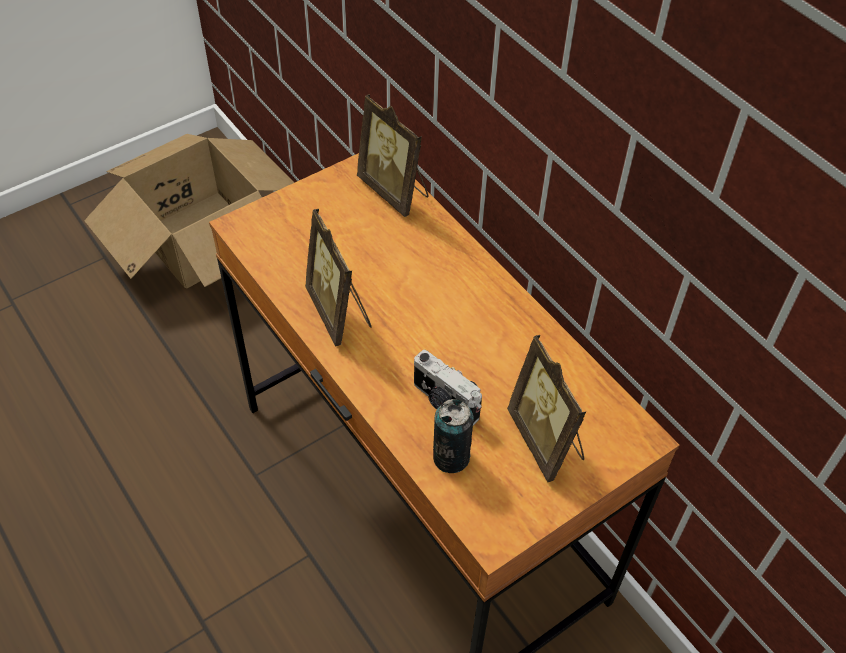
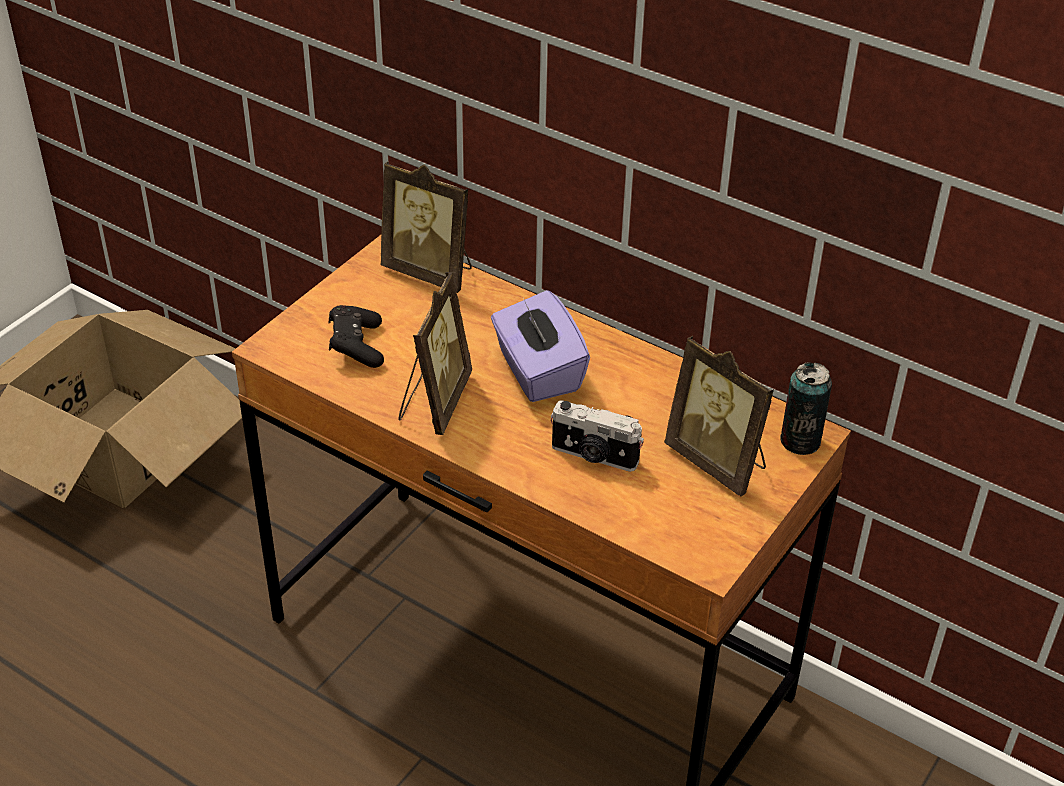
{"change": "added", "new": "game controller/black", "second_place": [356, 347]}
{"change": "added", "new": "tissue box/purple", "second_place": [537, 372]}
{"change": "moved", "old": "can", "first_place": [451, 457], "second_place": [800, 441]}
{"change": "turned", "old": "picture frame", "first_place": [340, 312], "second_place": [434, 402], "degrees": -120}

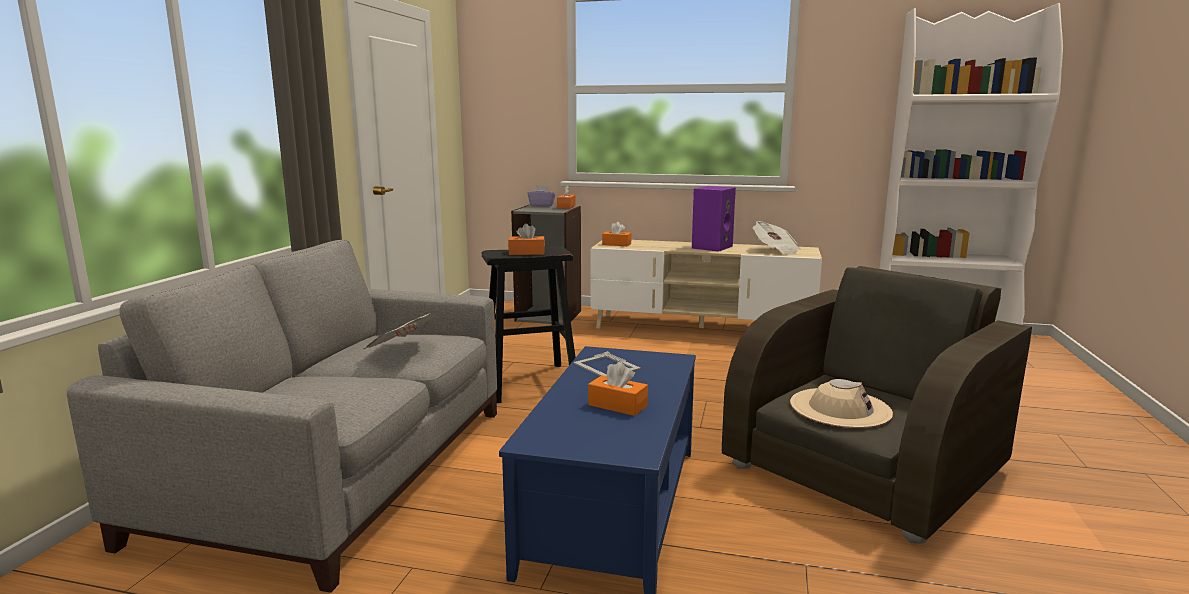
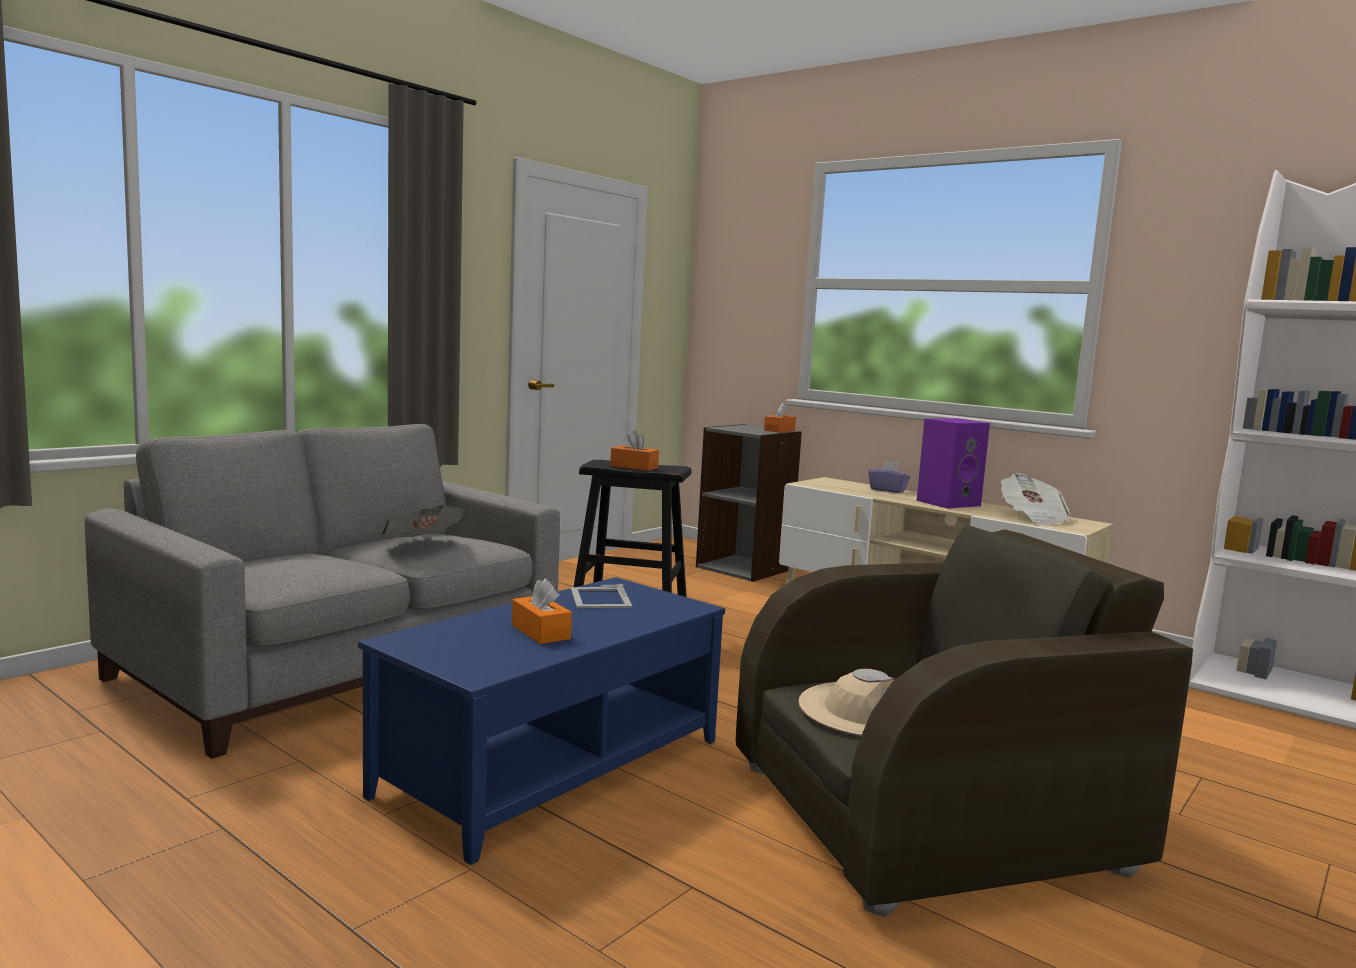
{"change": "removed", "old": "tissue box/orange", "first_place": [616, 244]}
{"change": "moved", "old": "tissue box/purple", "first_place": [541, 205], "second_place": [888, 490]}

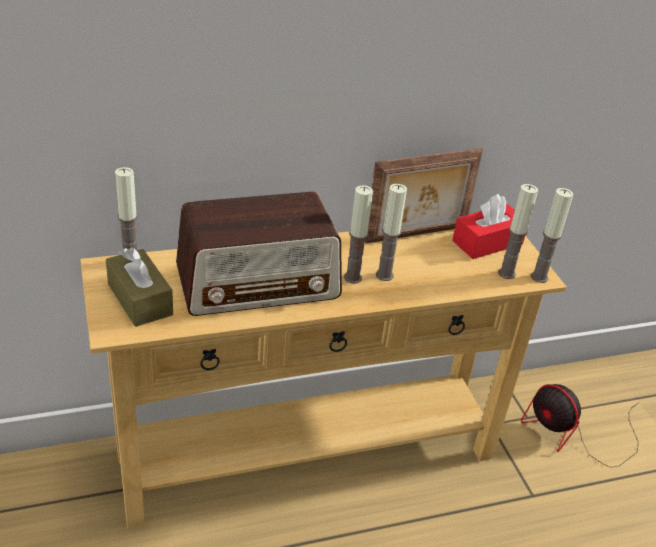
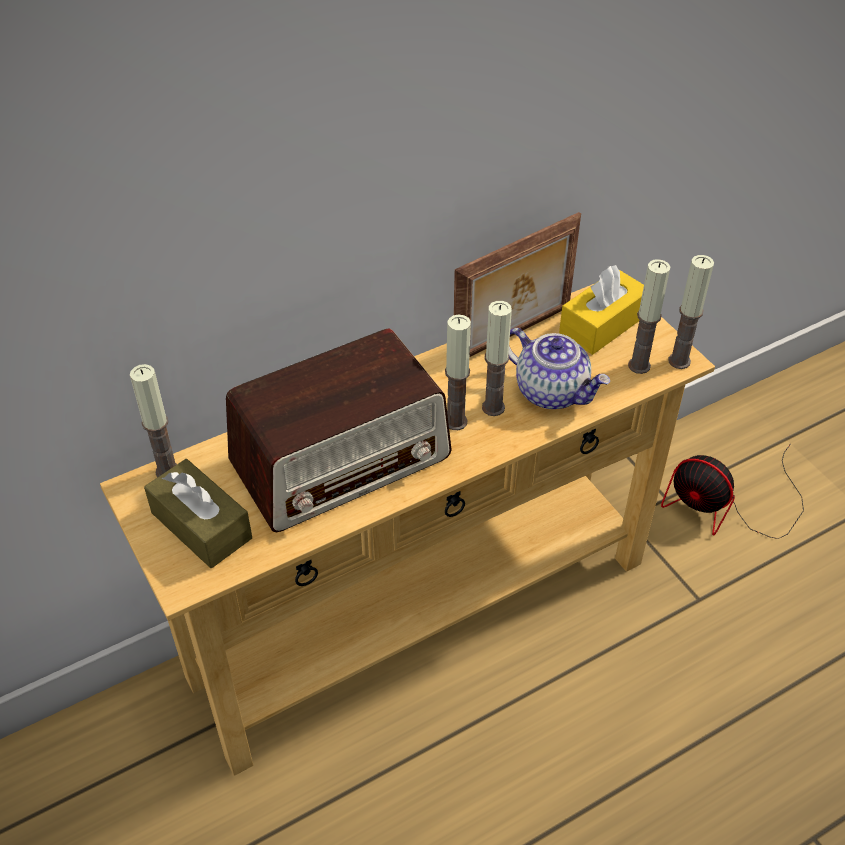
{"change": "added", "new": "teapot", "second_place": [552, 391]}
{"change": "recoloured", "old": "tissue box/red", "new": "tissue box/yellow", "first_place": [487, 242], "second_place": [602, 324]}

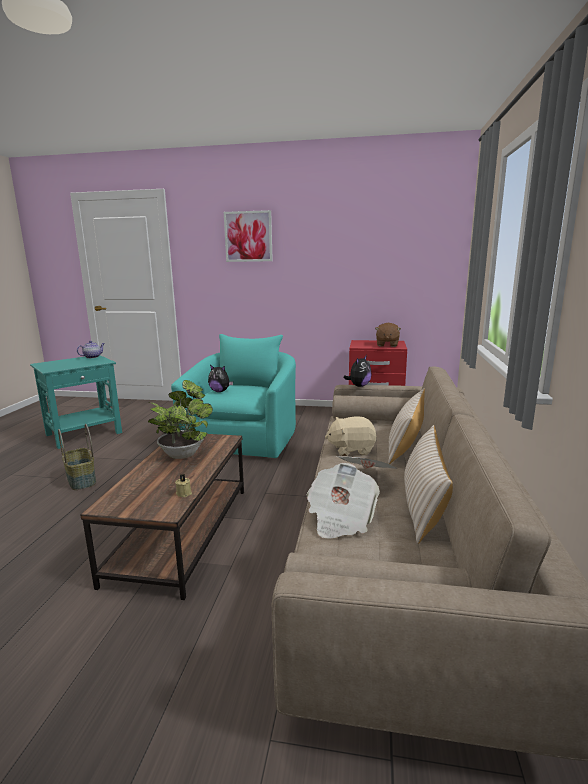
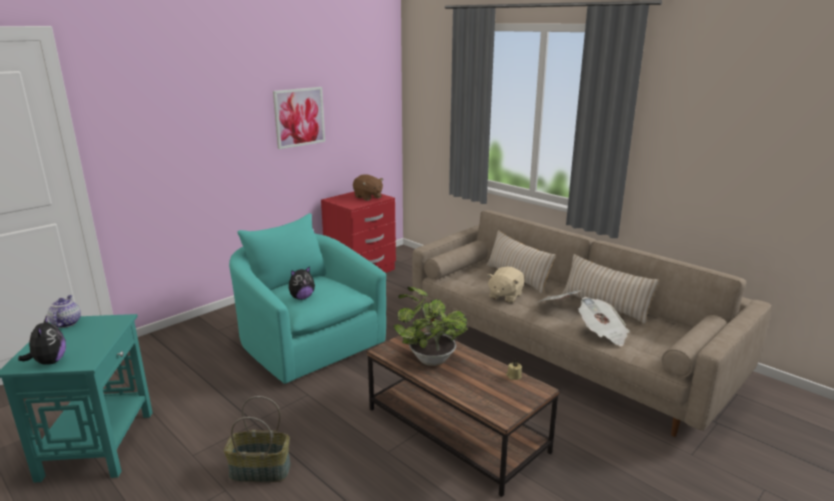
{"change": "moved", "old": "picture", "first_place": [248, 236], "second_place": [299, 117]}
{"change": "moved", "old": "plush toy", "first_place": [359, 386], "second_place": [49, 362]}

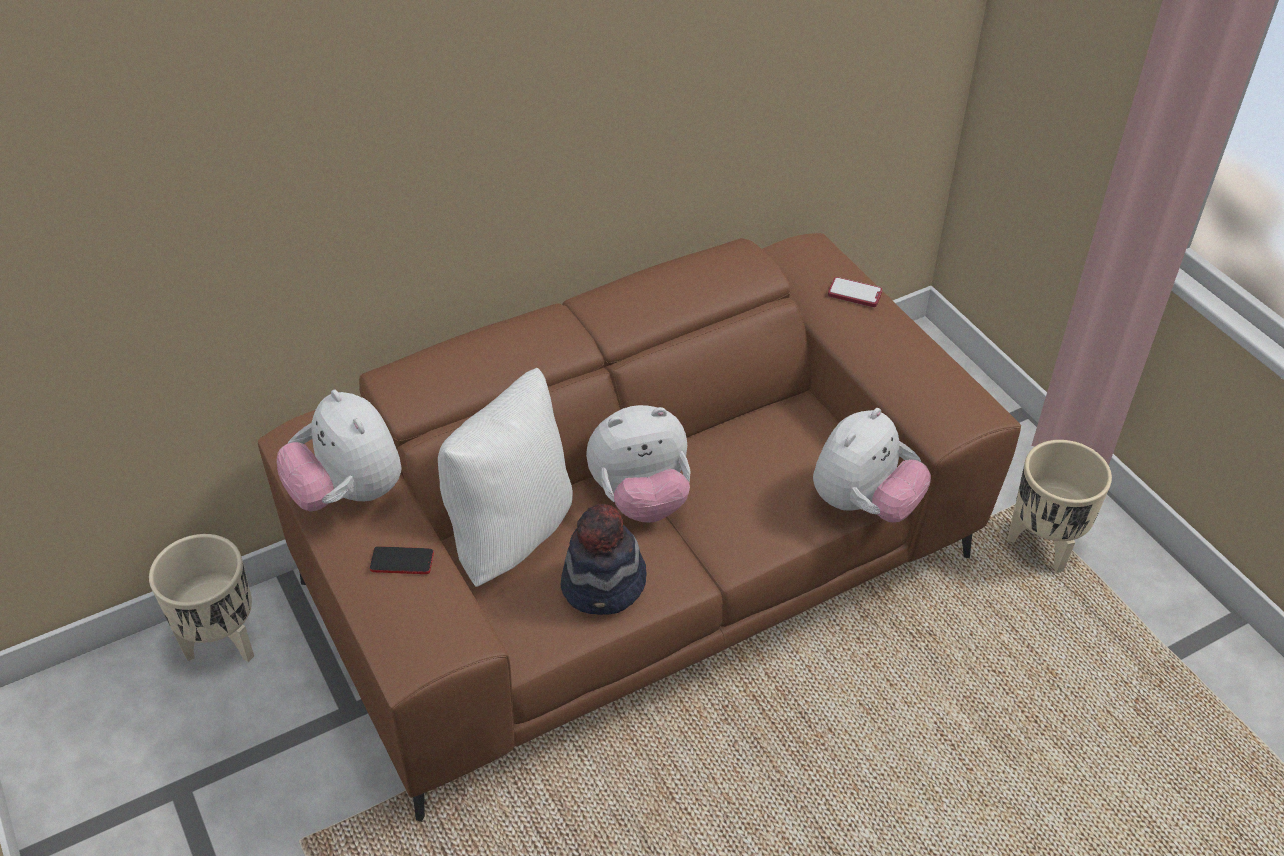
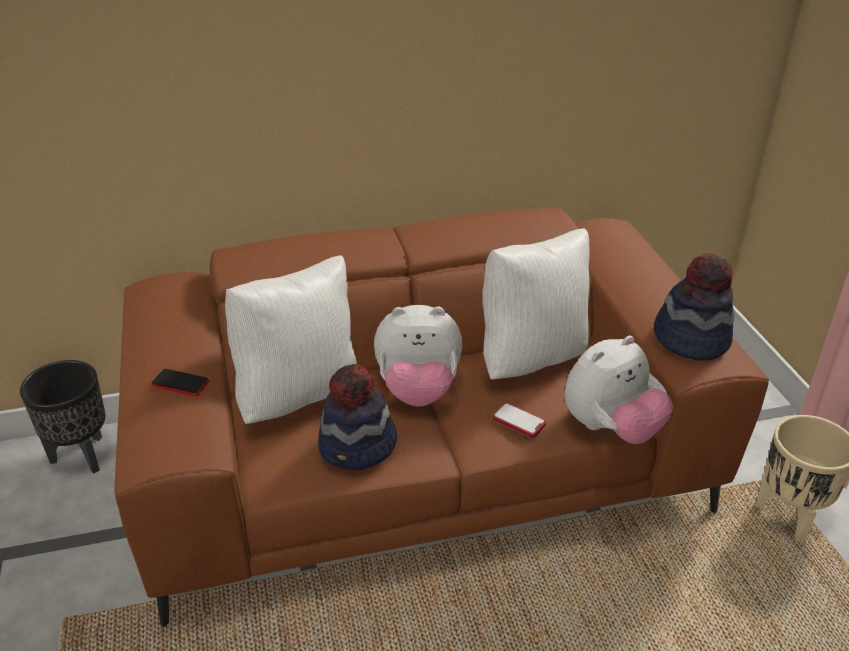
{"change": "removed", "old": "plush toy", "first_place": [348, 493]}
{"change": "added", "new": "pillow/white", "second_place": [532, 358]}
{"change": "added", "new": "hat", "second_place": [691, 339]}
{"change": "moved", "old": "phone", "first_place": [854, 293], "second_place": [518, 421]}
{"change": "recoloured", "old": "planter/beige", "new": "planter/black", "first_place": [223, 642], "second_place": [83, 456]}

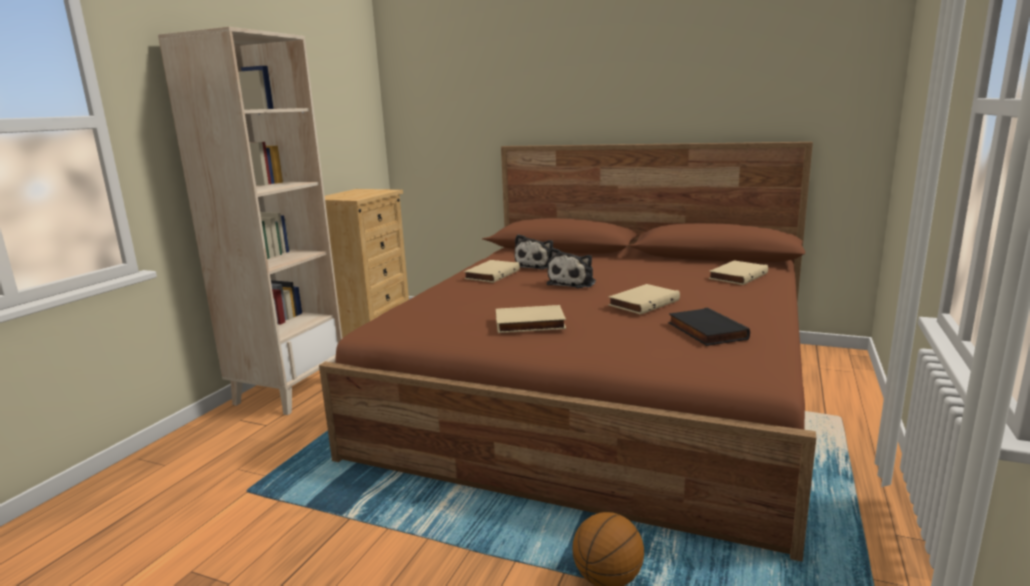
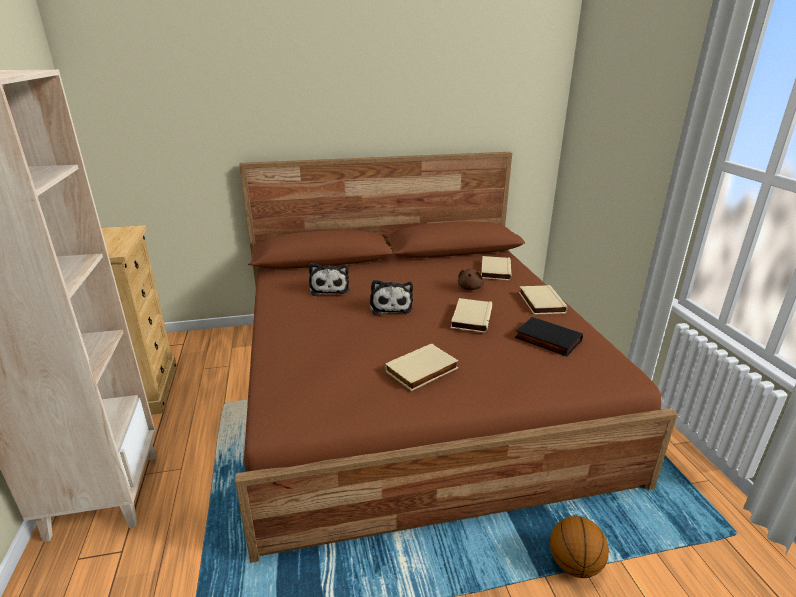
{"change": "added", "new": "plush toy/brown", "second_place": [470, 288]}
{"change": "moved", "old": "book/beige", "first_place": [491, 274], "second_place": [540, 302]}

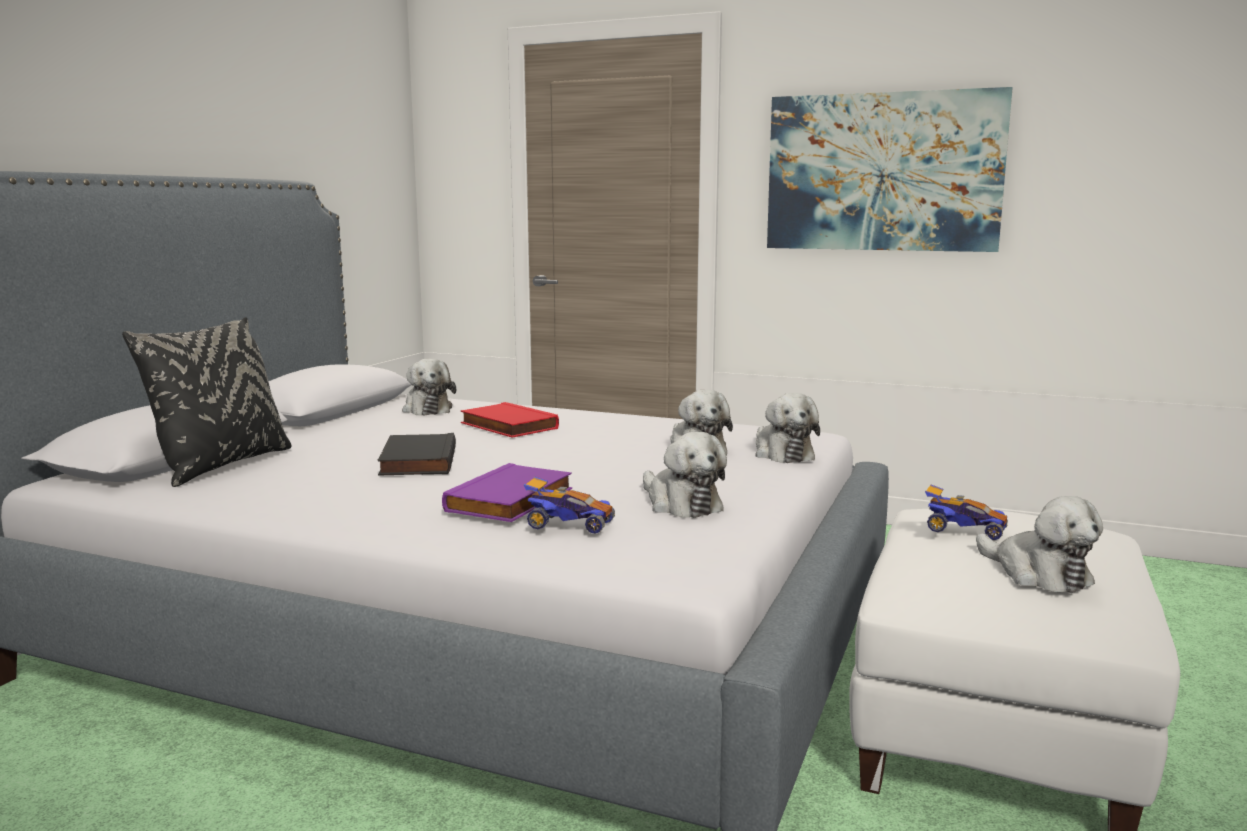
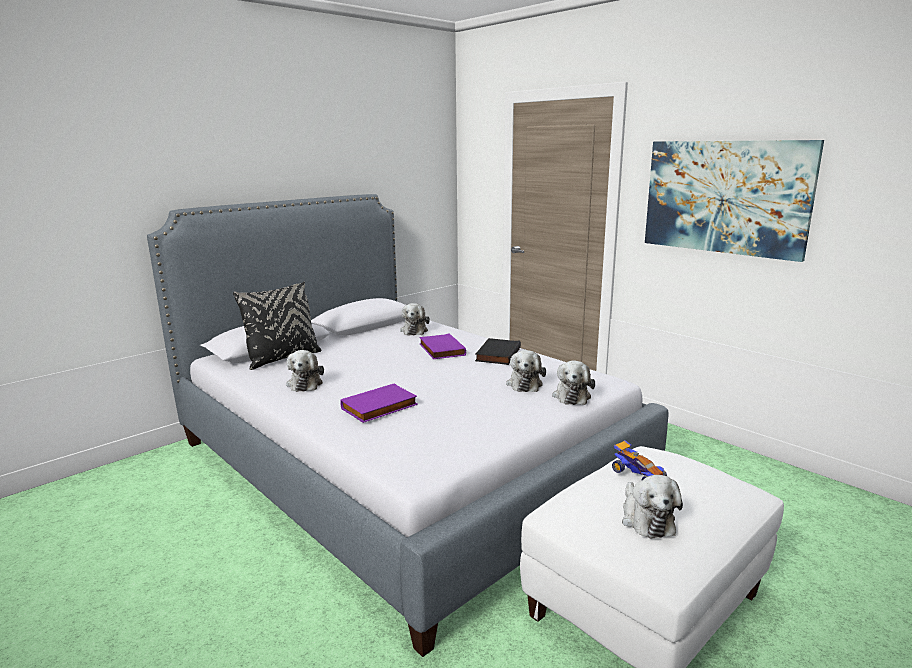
{"change": "removed", "old": "toy car", "first_place": [568, 524]}
{"change": "moved", "old": "book/black", "first_place": [416, 461], "second_place": [497, 354]}
{"change": "moved", "old": "plush toy", "first_place": [681, 504], "second_place": [305, 383]}
{"change": "recoloured", "old": "book/red", "new": "book/purple", "first_place": [507, 426], "second_place": [440, 350]}

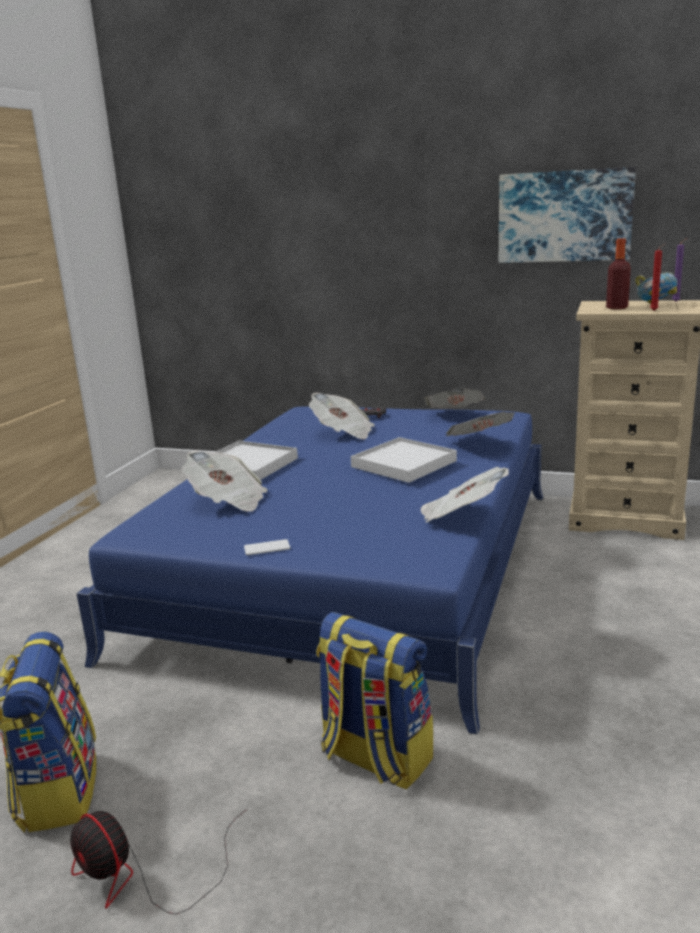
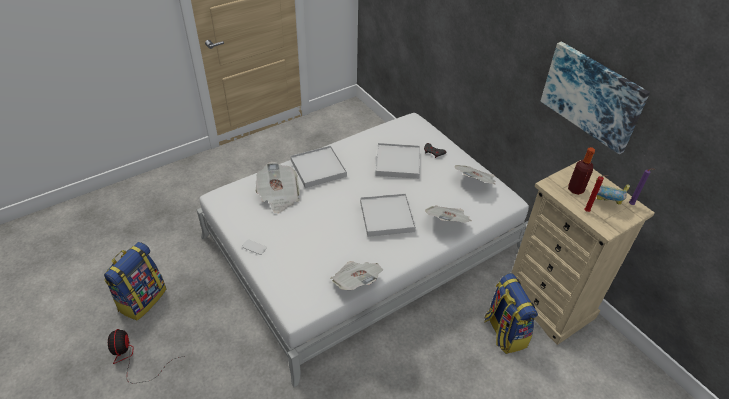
{"change": "moved", "old": "backpack", "first_place": [374, 758], "second_place": [504, 332]}
{"change": "replaced", "old": "newspaper", "new": "tray/white", "first_place": [343, 432], "second_place": [398, 163]}
{"change": "recoloured", "old": "bed/blue", "new": "bed/white", "first_place": [355, 567], "second_place": [362, 245]}

